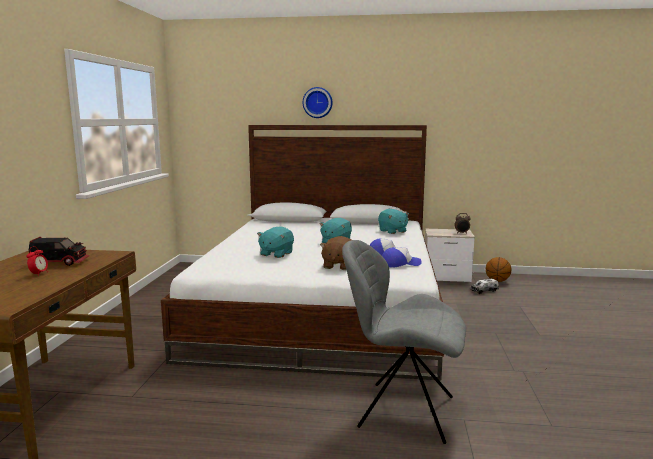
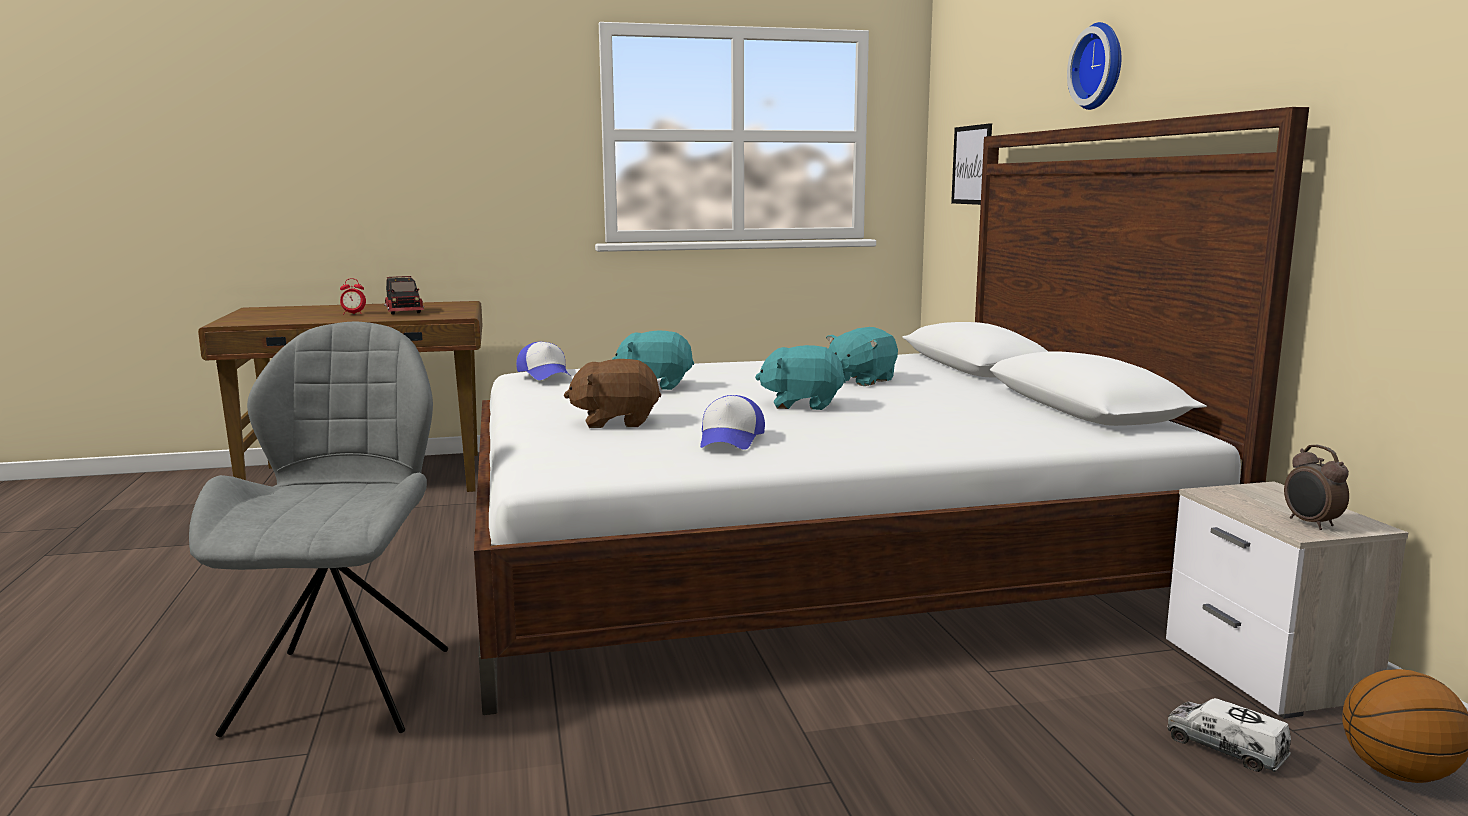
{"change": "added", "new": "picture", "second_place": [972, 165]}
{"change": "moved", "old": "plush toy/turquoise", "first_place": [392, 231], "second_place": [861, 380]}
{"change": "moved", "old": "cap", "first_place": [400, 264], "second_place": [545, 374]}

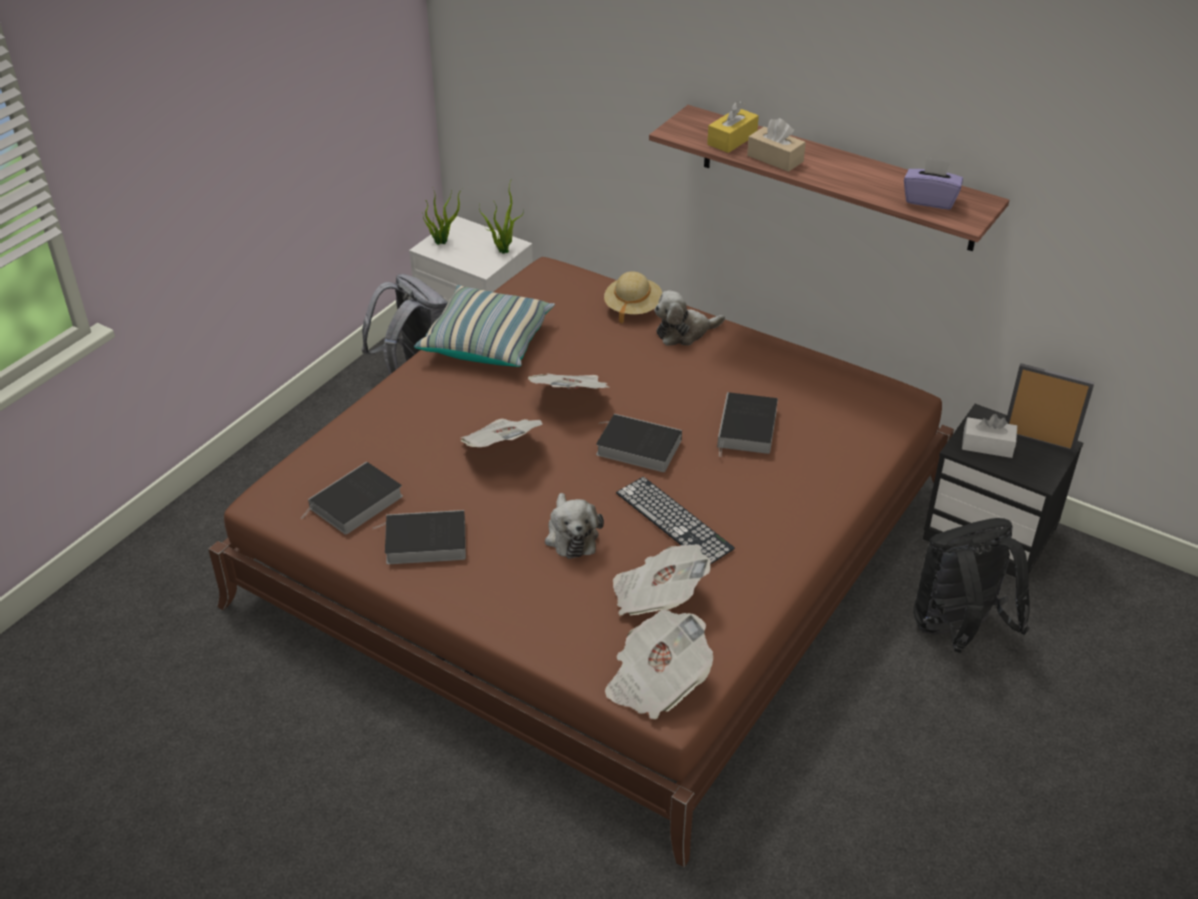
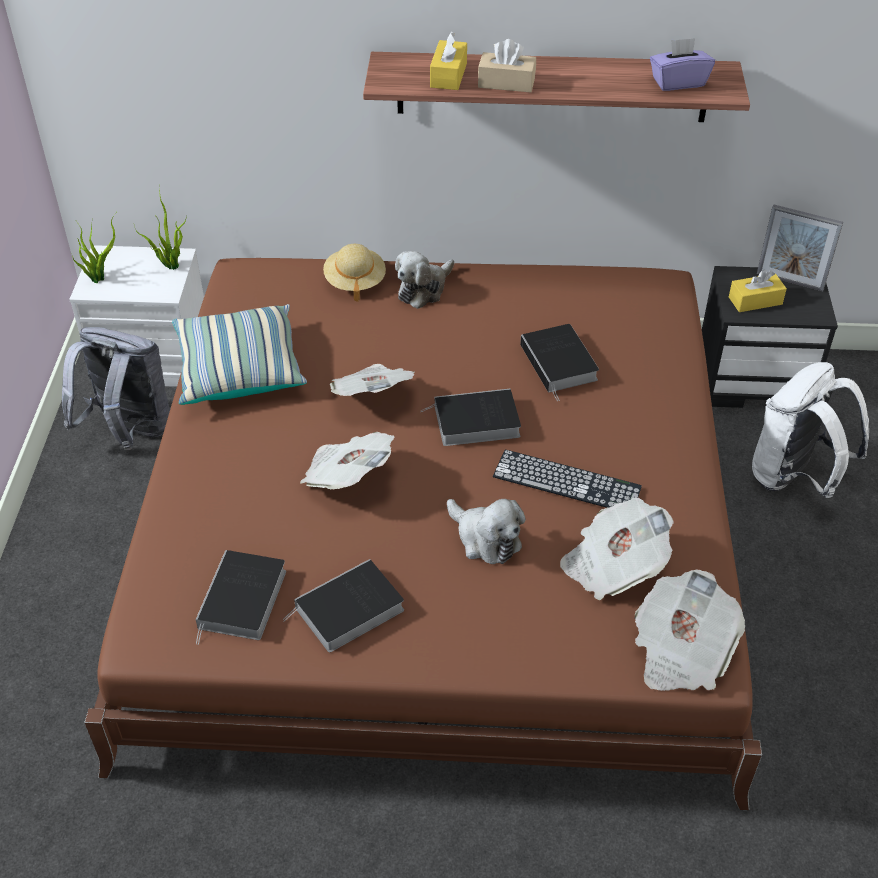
{"change": "recoloured", "old": "backpack/black", "new": "backpack/white", "first_place": [958, 631], "second_place": [794, 477]}
{"change": "recoloured", "old": "tissue box/white", "new": "tissue box/yellow", "first_place": [987, 445], "second_place": [755, 301]}
{"change": "turned", "old": "picture frame", "first_place": [1038, 441], "second_place": [789, 281], "degrees": -150}

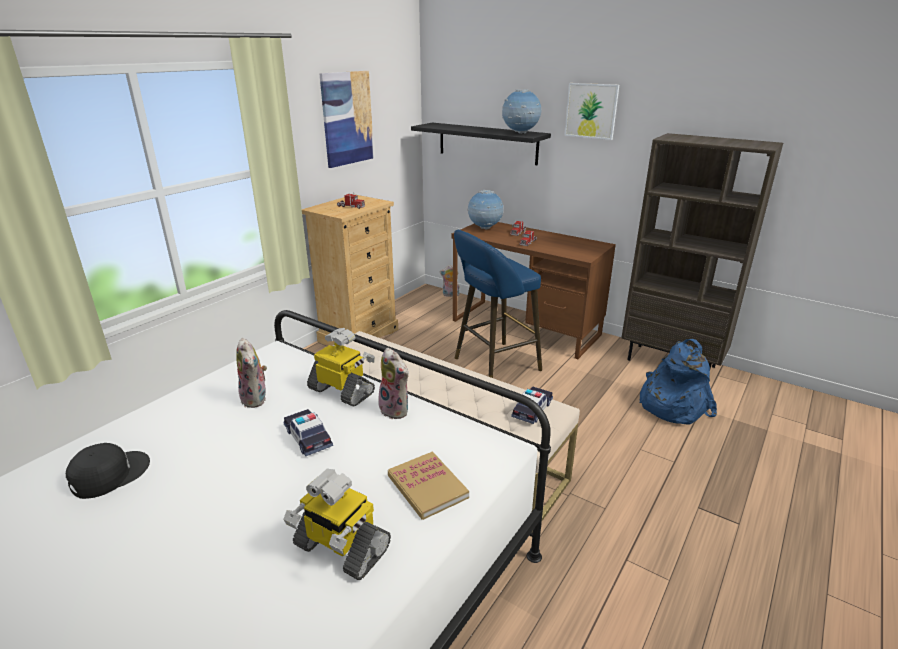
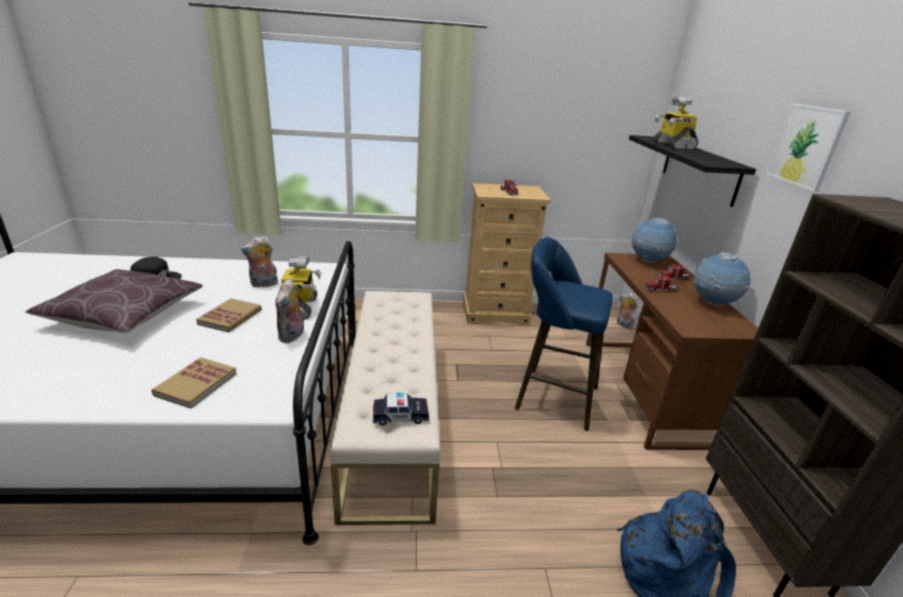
{"change": "removed", "old": "picture", "first_place": [347, 118]}
{"change": "added", "new": "pillow/brown", "second_place": [125, 315]}
{"change": "moved", "old": "toy robot", "first_place": [340, 548], "second_place": [672, 146]}
{"change": "moved", "old": "globe", "first_place": [520, 133], "second_place": [712, 304]}
{"change": "replaced", "old": "toy car", "new": "book", "first_place": [308, 437], "second_place": [230, 317]}
{"change": "turned", "old": "plush toy", "first_place": [256, 399], "second_place": [263, 284], "degrees": 45}

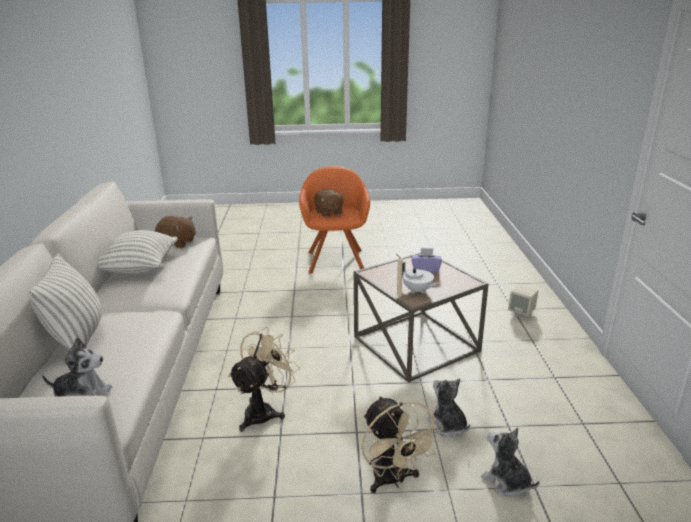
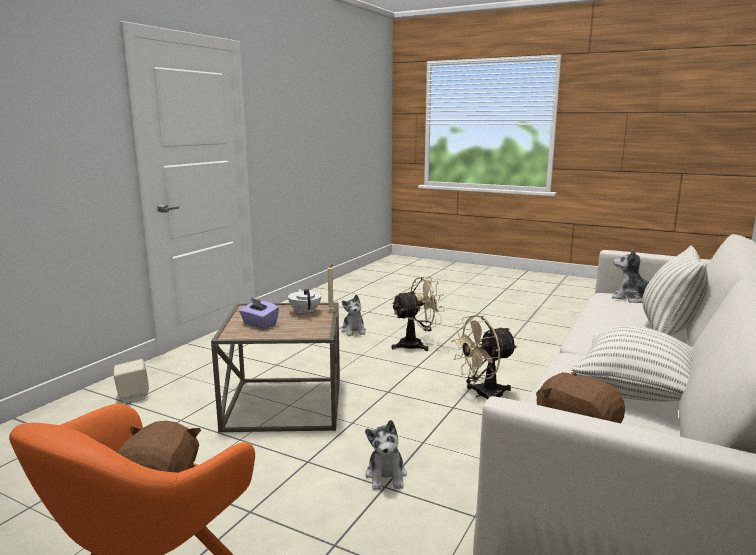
{"change": "moved", "old": "plush toy", "first_place": [447, 425], "second_place": [386, 475]}
{"change": "turned", "old": "fan/beige", "first_place": [393, 480], "second_place": [416, 345], "degrees": 60}

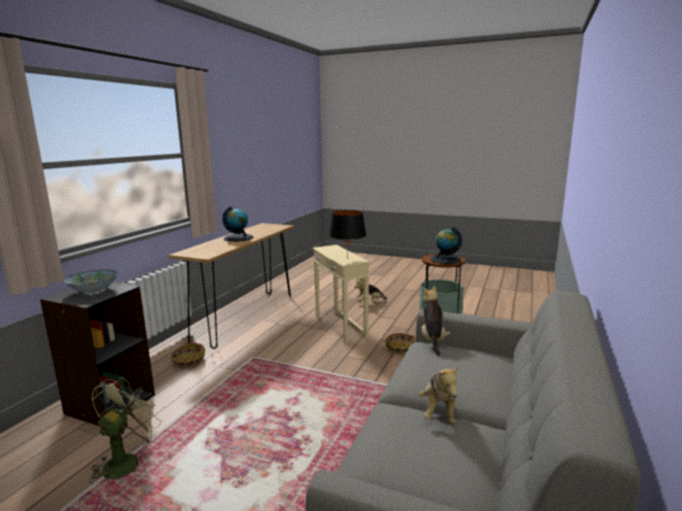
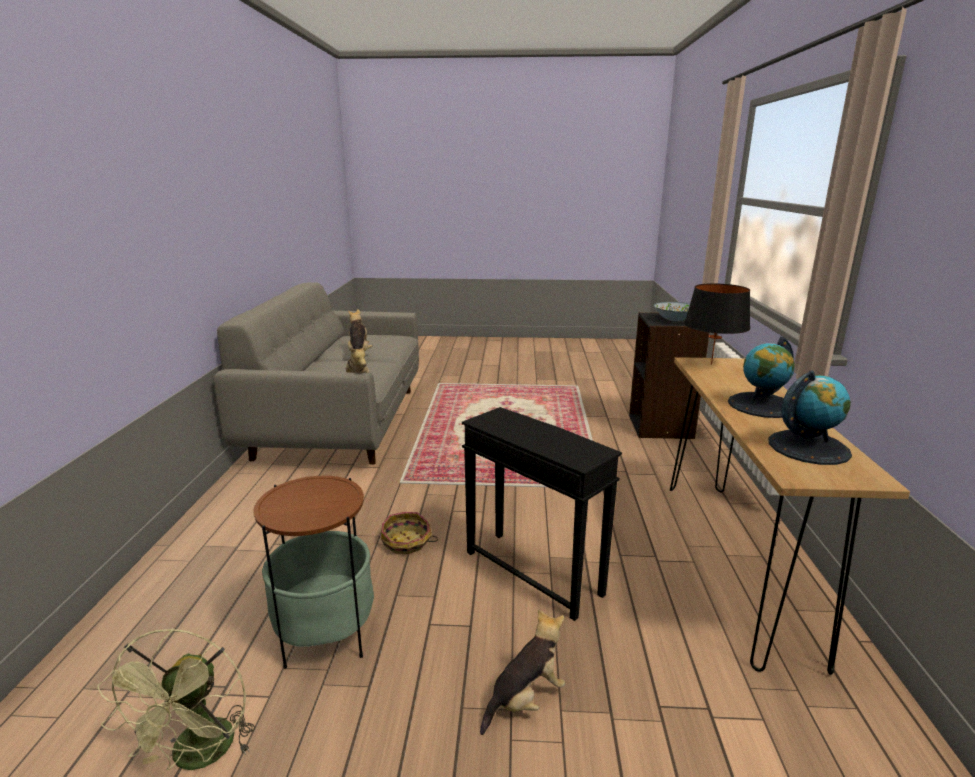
{"change": "removed", "old": "basket", "first_place": [188, 361]}
{"change": "moved", "old": "fan/green", "first_place": [126, 461], "second_place": [199, 757]}
{"change": "moved", "old": "table lamp/black", "first_place": [347, 259], "second_place": [711, 364]}
{"change": "moved", "old": "globe", "first_place": [445, 259], "second_place": [808, 447]}
{"change": "recoloured", "old": "side table/beige", "new": "side table/black", "first_place": [340, 327], "second_place": [533, 572]}

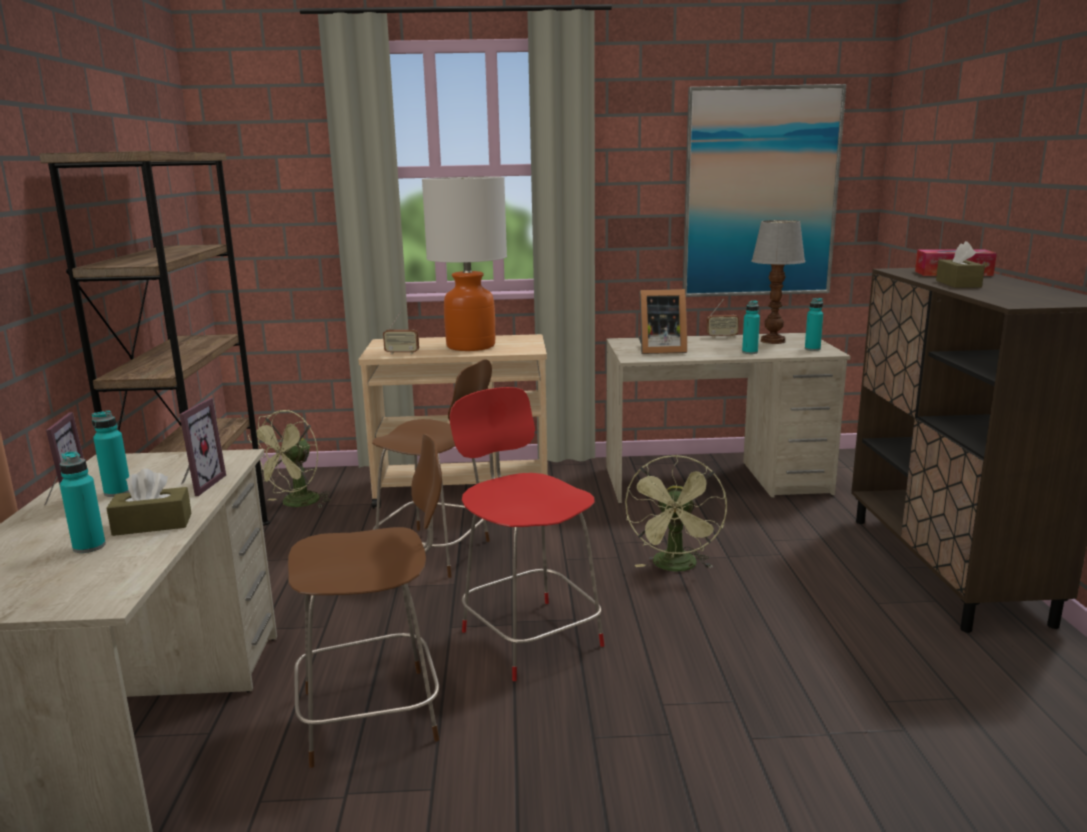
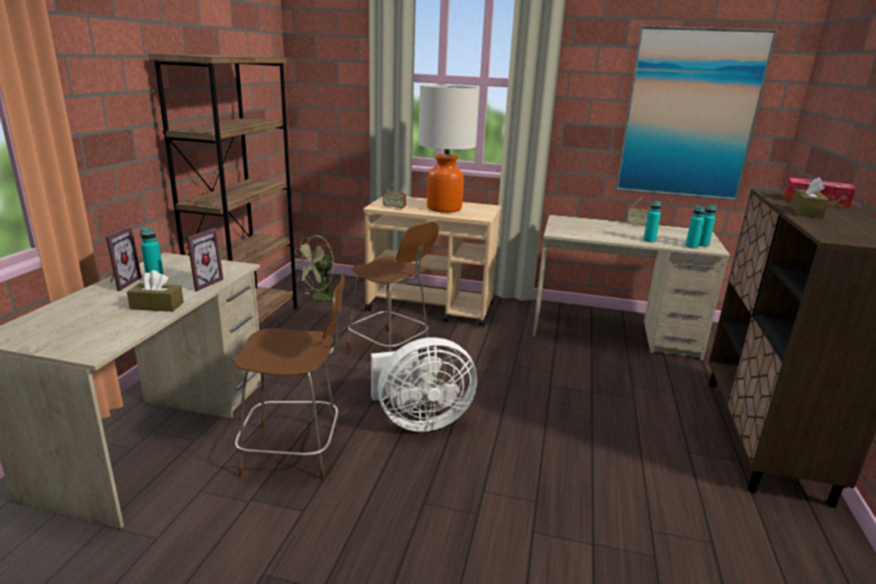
{"change": "removed", "old": "fan/green", "first_place": [676, 567]}
{"change": "removed", "old": "picture frame", "first_place": [659, 350]}
{"change": "removed", "old": "table lamp", "first_place": [773, 341]}
{"change": "moved", "old": "bottle/turquoise", "first_place": [89, 547], "second_place": [691, 246]}
{"change": "replaced", "old": "chair/red", "new": "fan/white", "first_place": [529, 636], "second_place": [419, 420]}

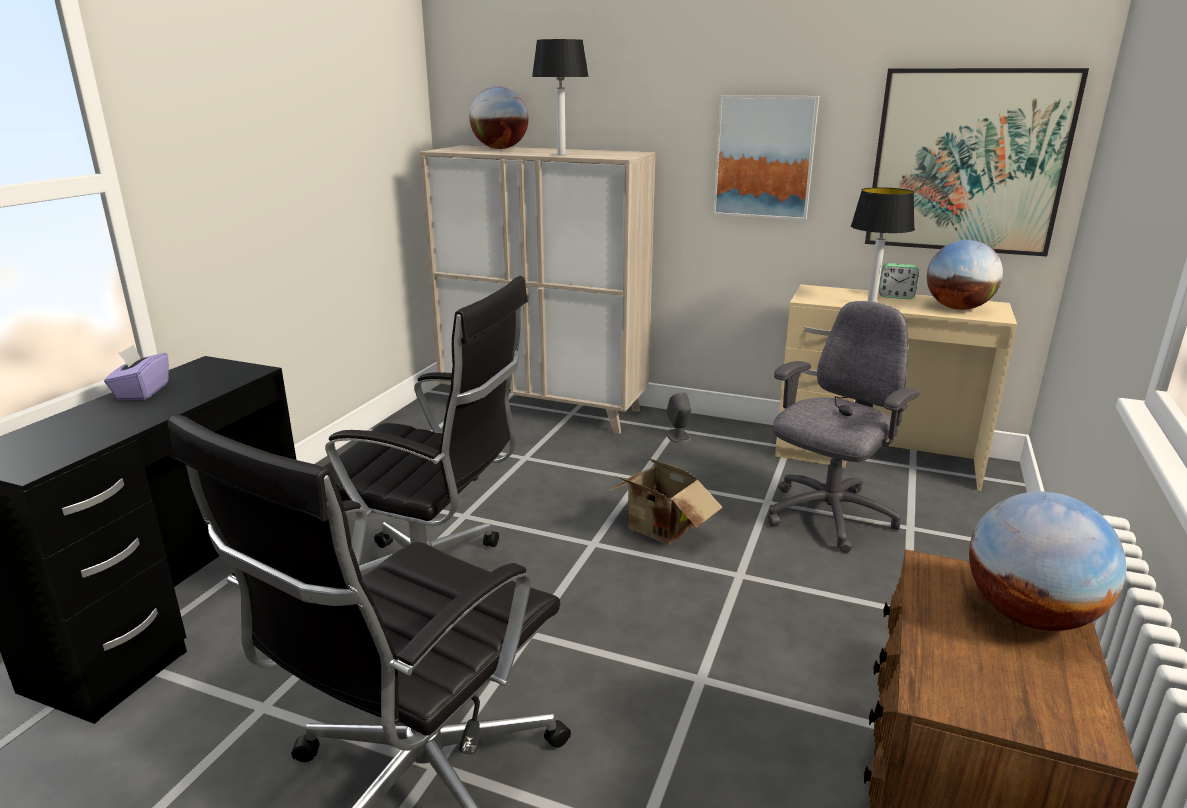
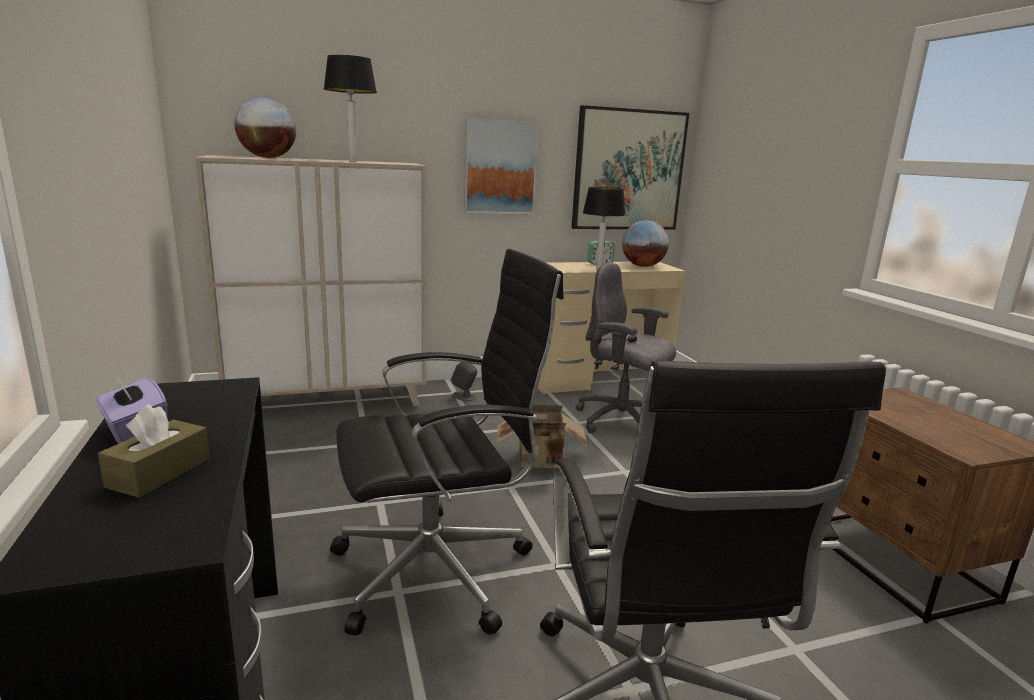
{"change": "removed", "old": "globe", "first_place": [1029, 615]}
{"change": "added", "new": "tissue box/brown", "second_place": [159, 473]}
{"change": "turned", "old": "office chair/grey", "first_place": [827, 517], "second_place": [621, 421], "degrees": -60}

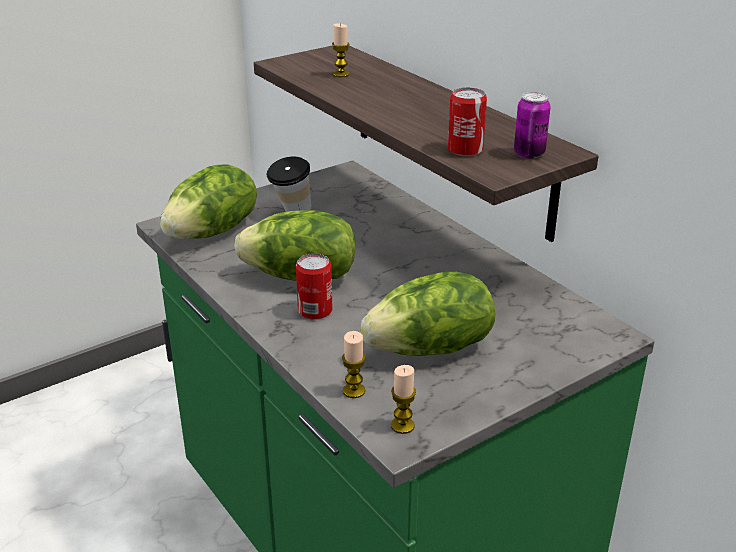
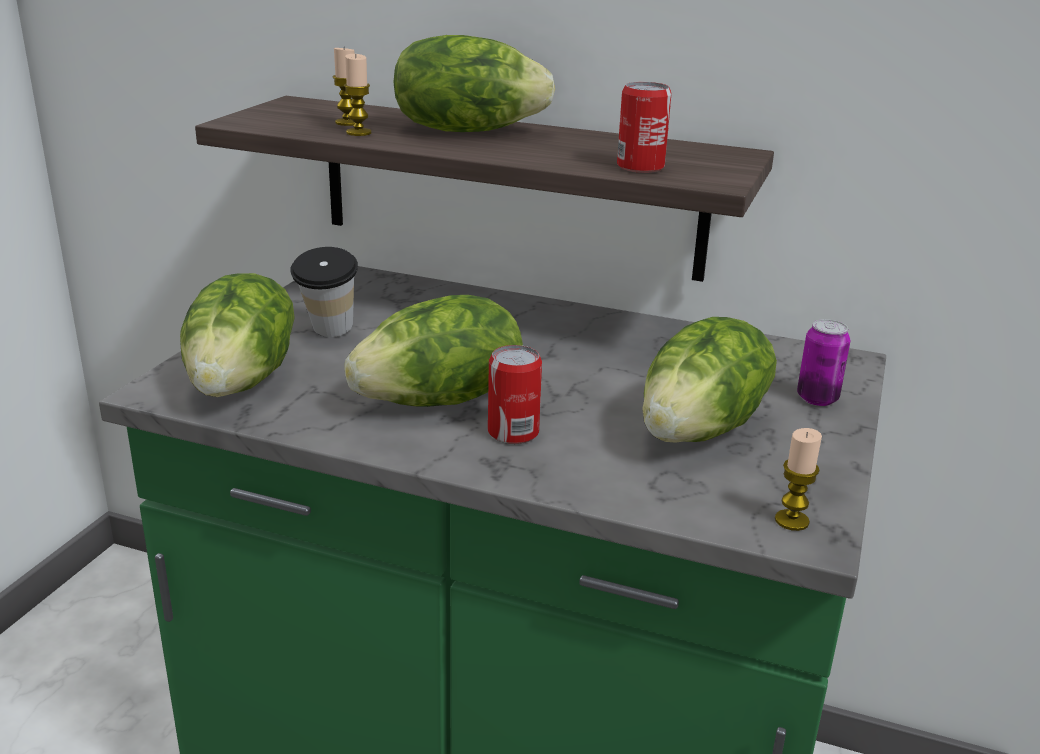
{"change": "added", "new": "lettuce", "second_place": [467, 130]}
{"change": "moved", "old": "candle", "first_place": [354, 391], "second_place": [358, 133]}
{"change": "moved", "old": "can", "first_place": [529, 153], "second_place": [817, 398]}

